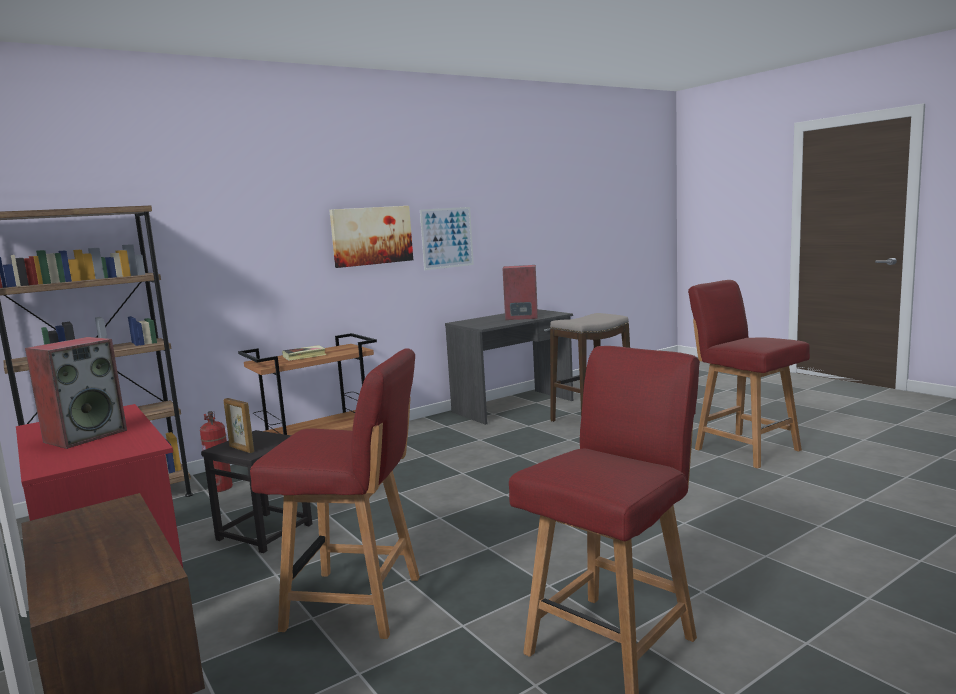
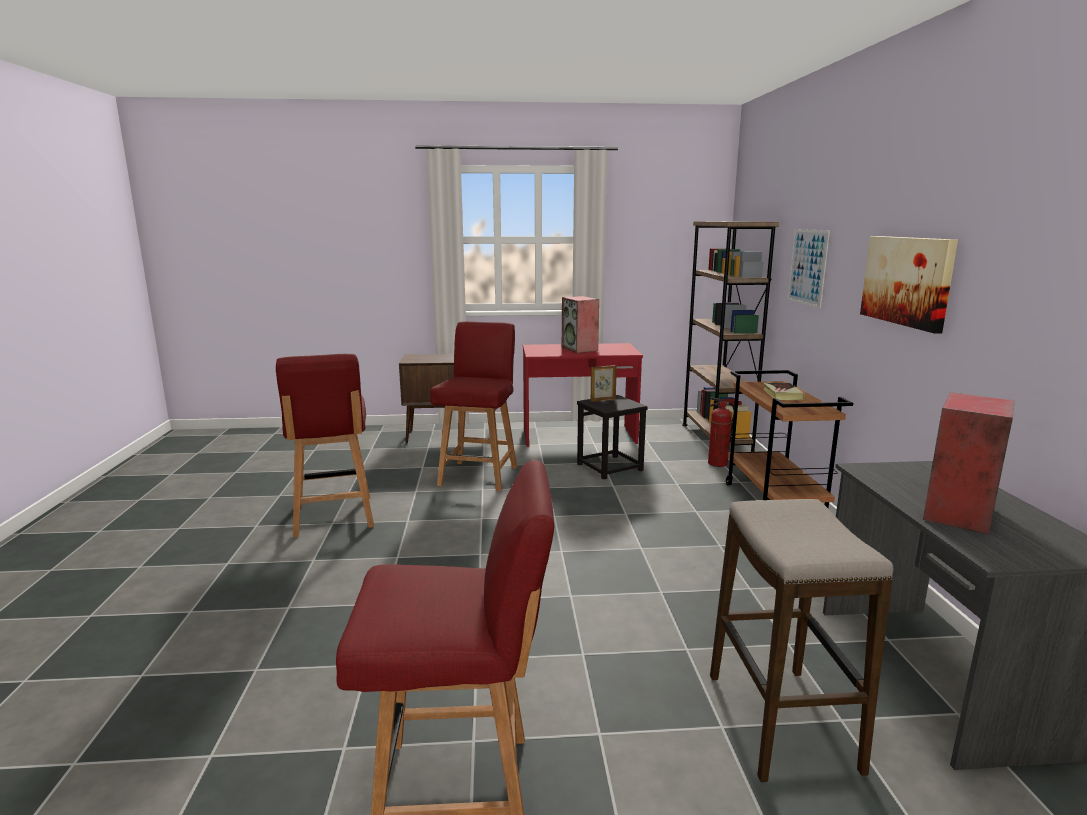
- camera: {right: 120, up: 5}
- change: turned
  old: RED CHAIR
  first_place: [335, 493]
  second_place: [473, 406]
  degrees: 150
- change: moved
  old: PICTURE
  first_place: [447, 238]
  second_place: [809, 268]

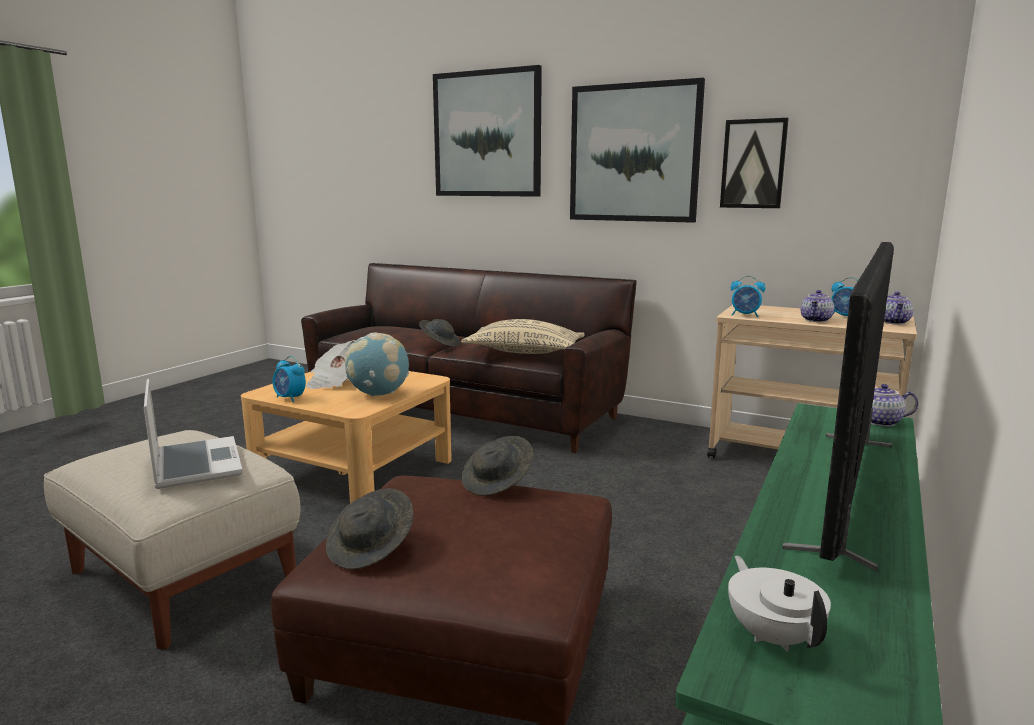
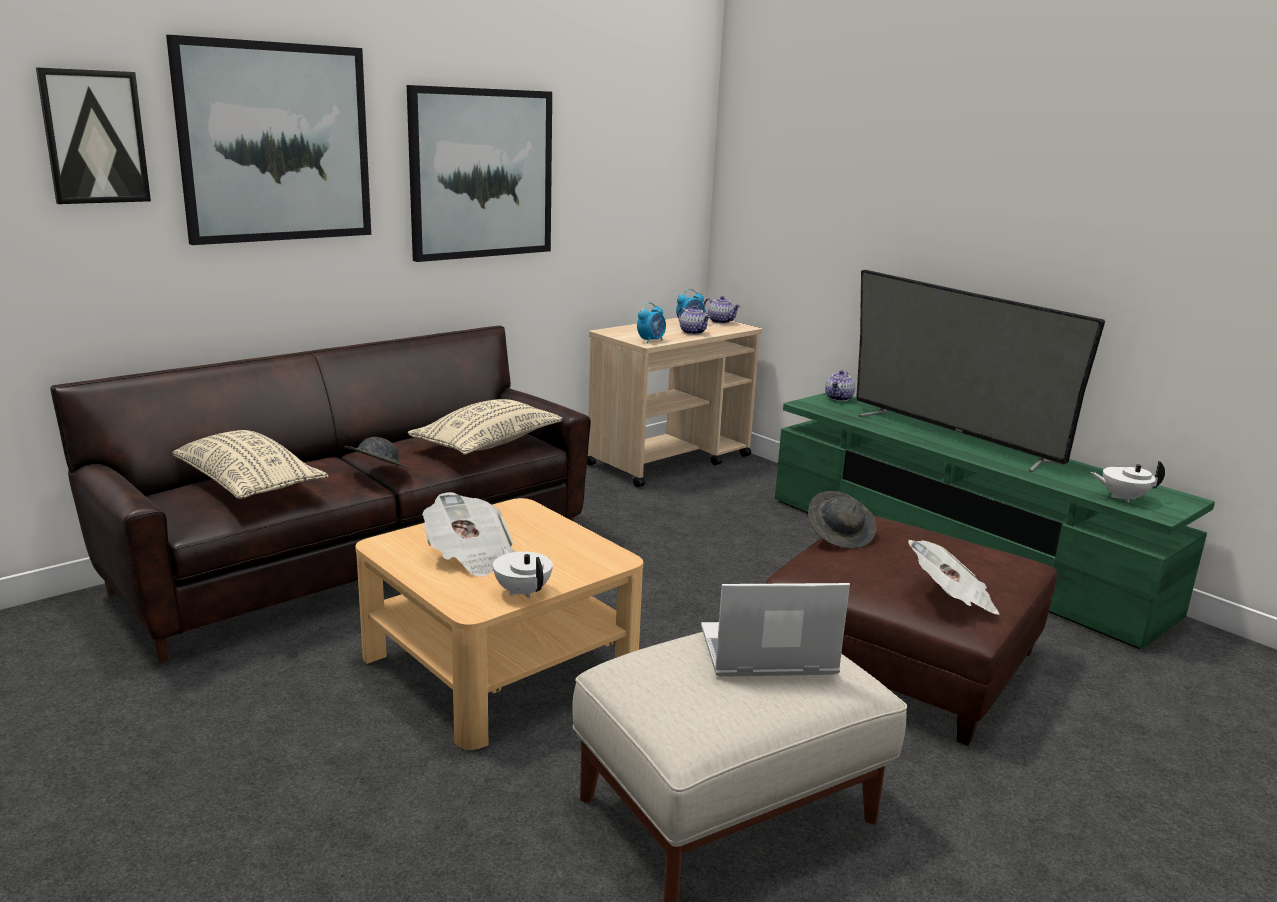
- camera: {right: -70, up: 5}
- change: replaced
  old: TABLE CLOCK
  new: WHITISH POT FOR TEA
  first_place: [289, 379]
  second_place: [523, 572]
- change: replaced
  old: GREYISH HAT
  new: DAILY PAPER
  first_place: [369, 528]
  second_place: [954, 577]
- change: removed
  old: DESK GLOBE
  first_place: [377, 364]
- change: moved
  old: PICTURE
  first_place: [754, 163]
  second_place: [93, 136]
- change: added
  new: SAND-COLOURED CUSHION
  second_place: [250, 464]

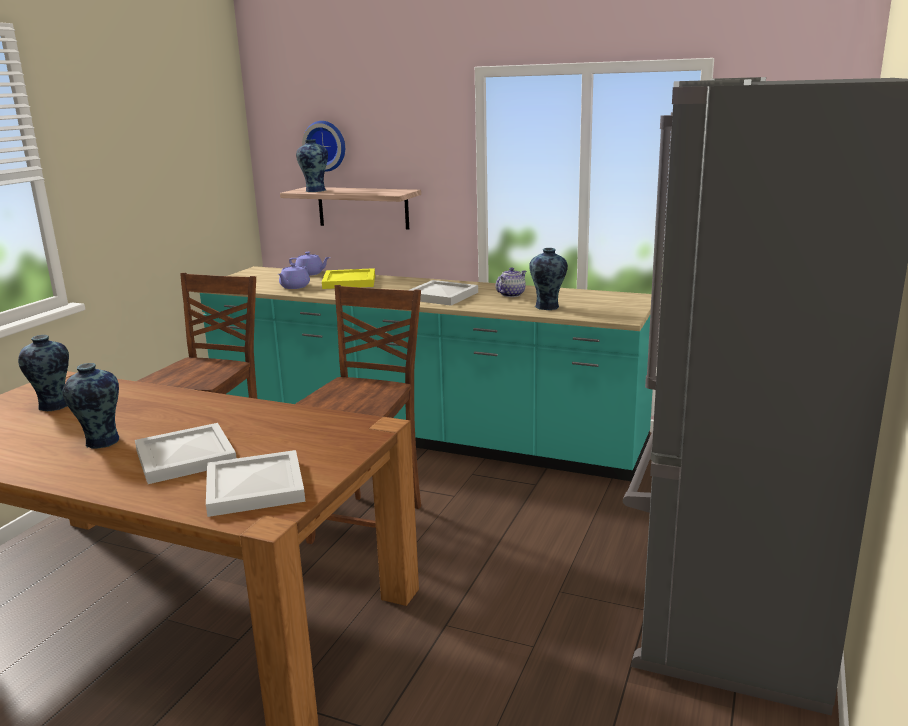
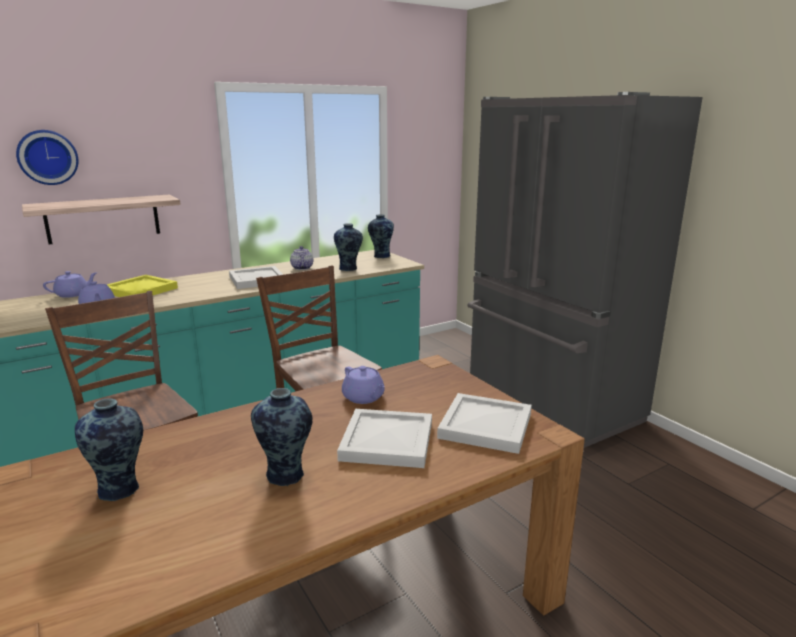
- camera: {right: -55, up: 0}
- change: moved
  old: DECORATIVE VASE
  first_place: [312, 165]
  second_place: [381, 236]
- change: added
  new: PURPLE-COLOURED POT FOR TEA
  second_place: [363, 385]

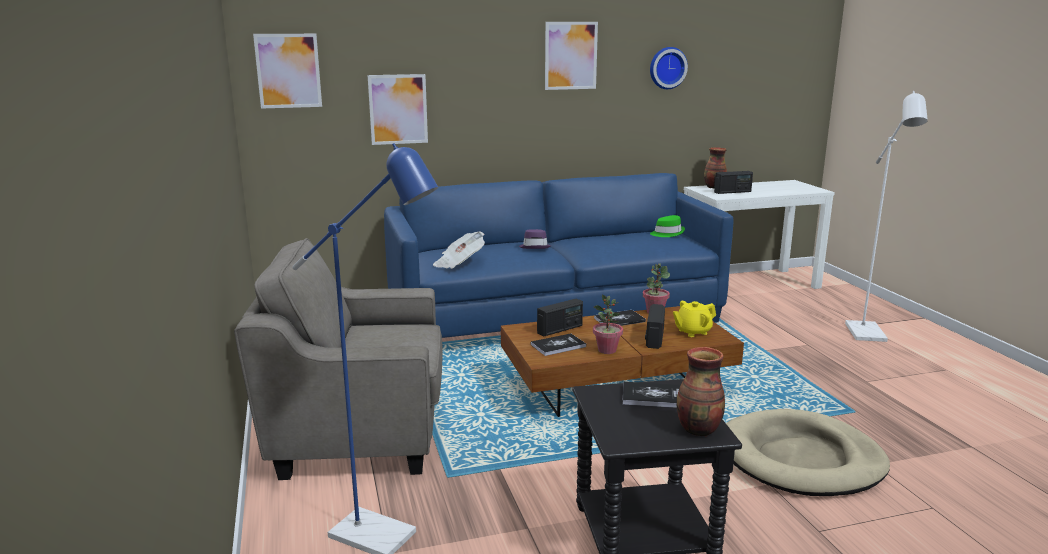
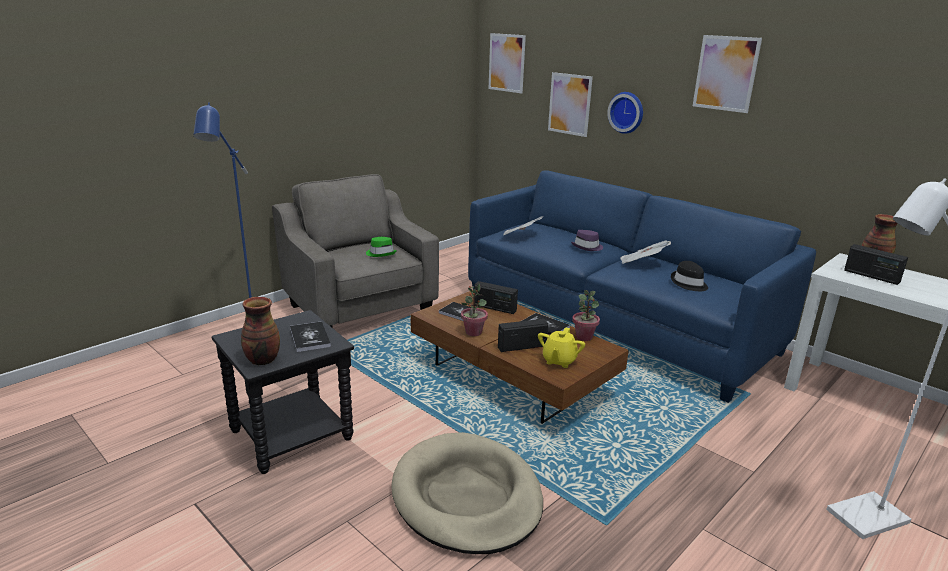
- camera: {right: 60, up: 5}
- change: moved
  old: WALL CLOCK
  first_place: [669, 68]
  second_place: [625, 113]
- change: moved
  old: GREEN-COLOURED HAT
  first_place: [667, 226]
  second_place: [381, 247]
- change: turned
  old: YELLOW POT FOR TEA
  first_place: [694, 319]
  second_place: [561, 347]
  degrees: -105
- change: added
  new: DAILY PAPER
  second_place: [646, 252]
- change: added
  new: BLACKISH HAT
  second_place: [689, 276]

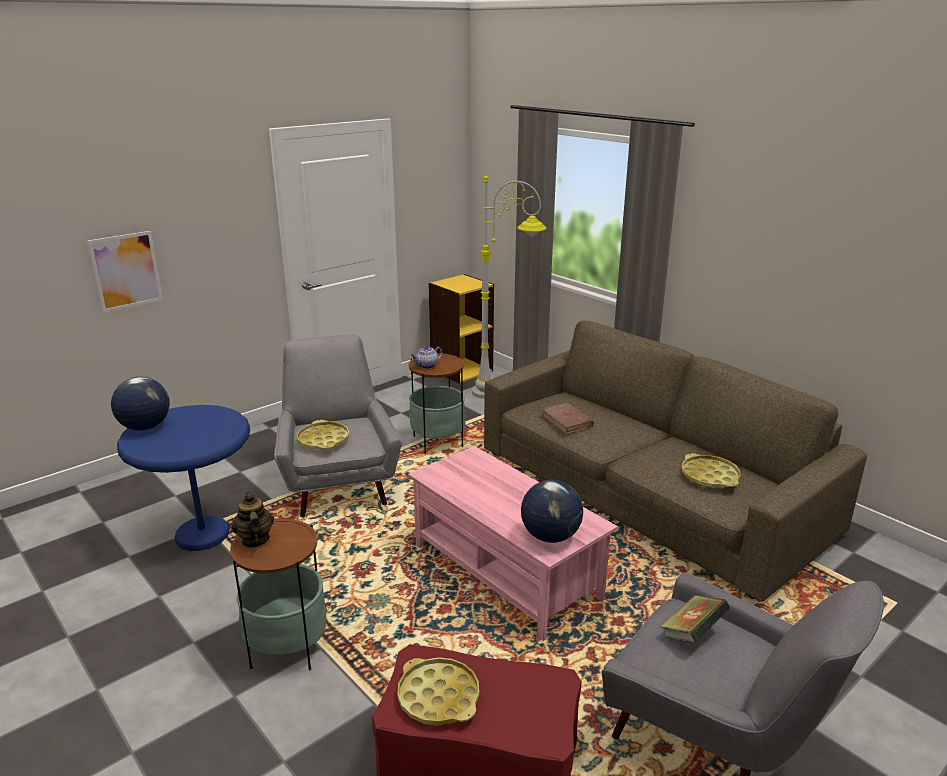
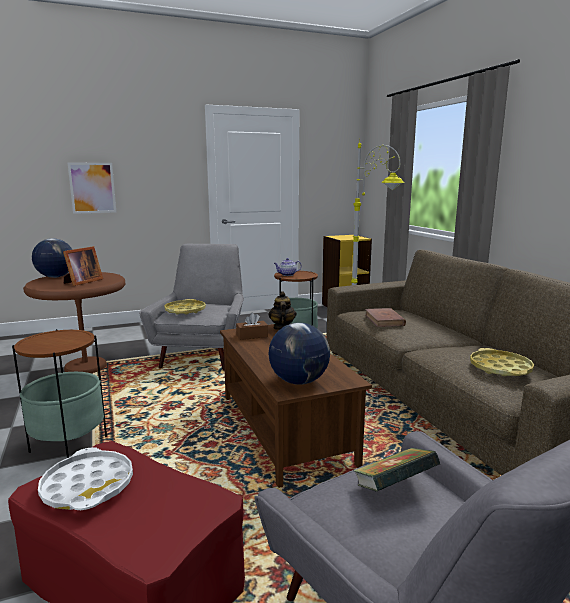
- camera: {right: 20, up: -10}
- change: recoloured
  old: BLUE END TABLE
  new: BROWN END TABLE
  first_place: [183, 478]
  second_place: [74, 323]
- change: moved
  old: POT FOR TEA
  first_place: [253, 520]
  second_place: [282, 310]
- change: recoloured
  old: YELLOW CARRYING TRAY
  new: WHITISH CARRYING TRAY
  first_place: [438, 691]
  second_place: [85, 478]
- change: recoloured
  old: PINK-COLOURED COFFEE TABLE
  new: BROWN COFFEE TABLE
  first_place: [513, 543]
  second_place: [296, 406]
- change: added
  new: STANDING FRAME
  second_place: [83, 266]
- change: added
  new: BROWN BOX OF TISSUES
  second_place: [252, 326]

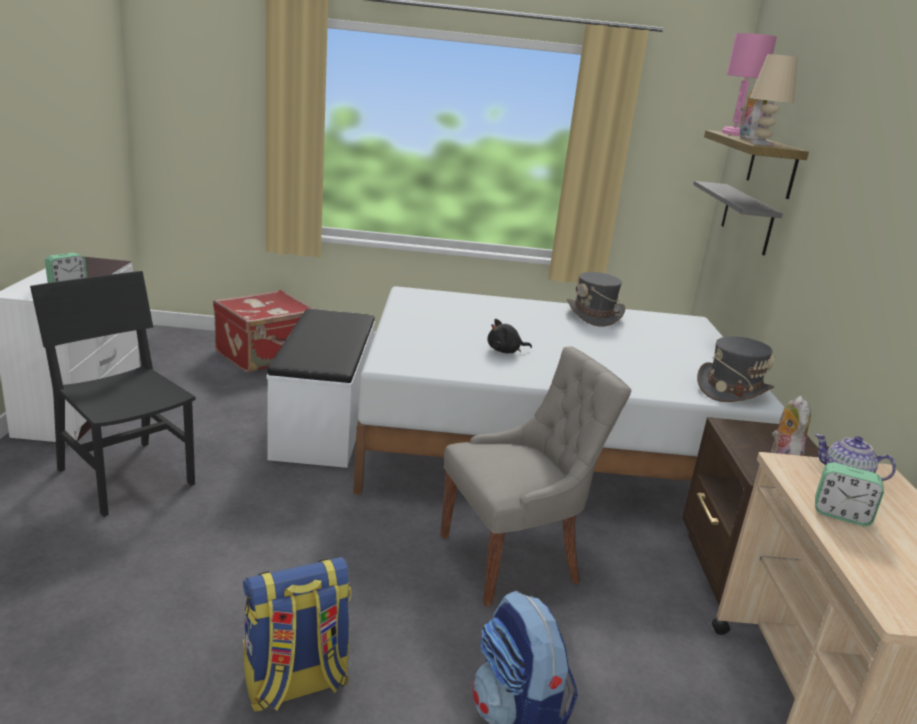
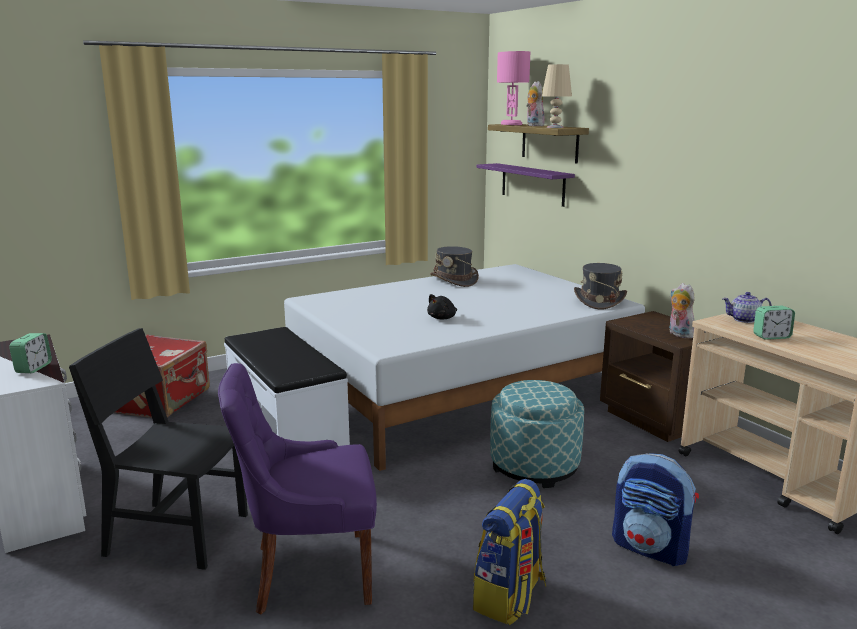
- camera: {right: -30, up: -5}
- change: replaced
  old: GREYISH CHAIR
  new: POUFFE
  first_place: [535, 476]
  second_place: [537, 434]
- change: recoloured
  old: GREYISH WALL SHELF
  new: PURPLE-COLOURED WALL SHELF
  first_place: [738, 218]
  second_place: [525, 185]
- change: added
  new: PURPLE-COLOURED CHAIR
  second_place: [297, 488]

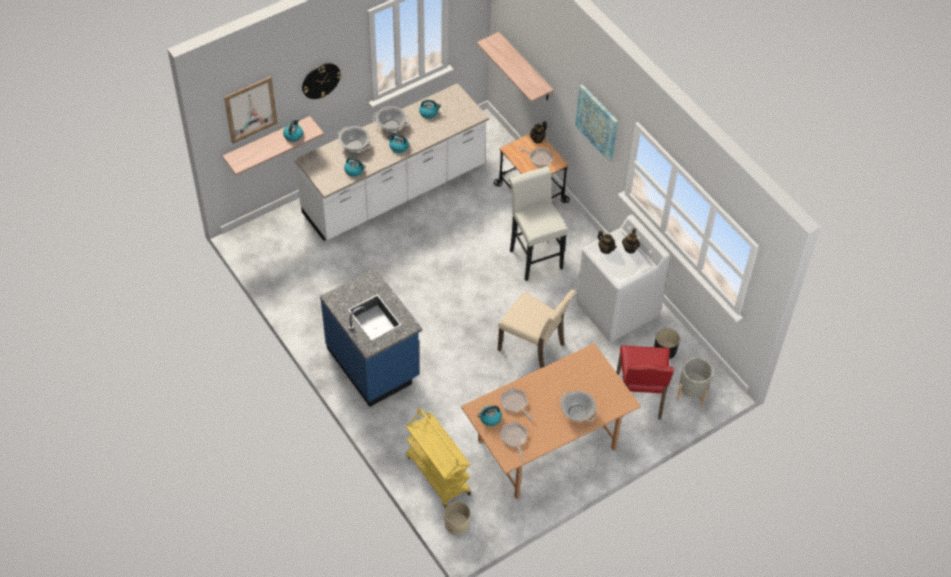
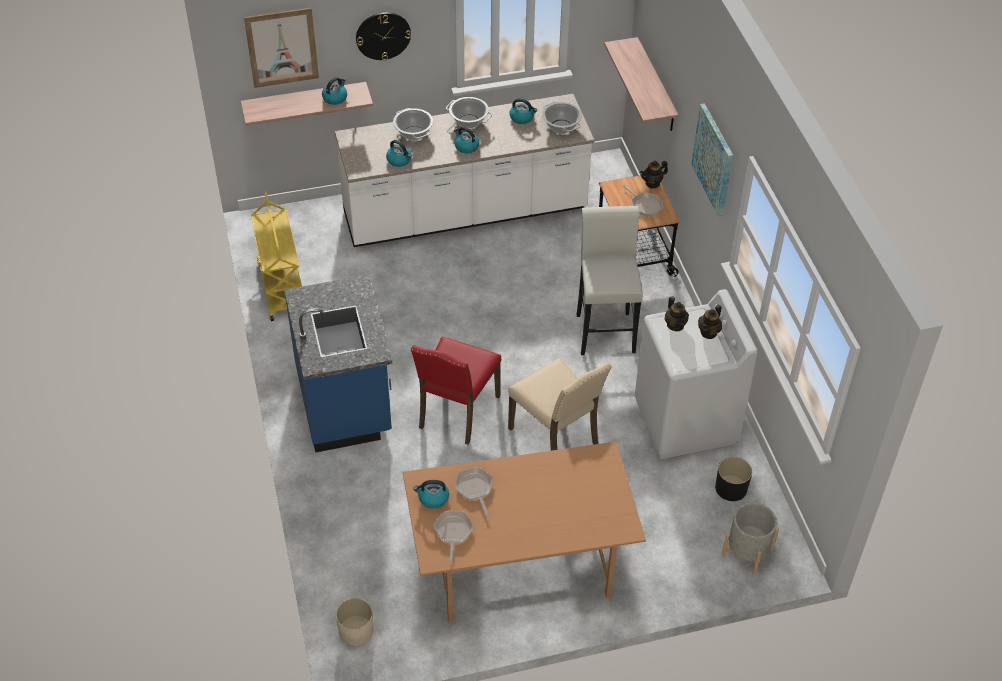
- camera: {right: 20, up: -5}
- change: moved
  old: YELLOW TROLLEY
  first_place: [438, 457]
  second_place: [276, 256]
- change: moved
  old: COOKING POT
  first_place: [578, 406]
  second_place: [562, 118]
- change: moved
  old: RED CHAIR
  first_place: [645, 382]
  second_place: [456, 390]

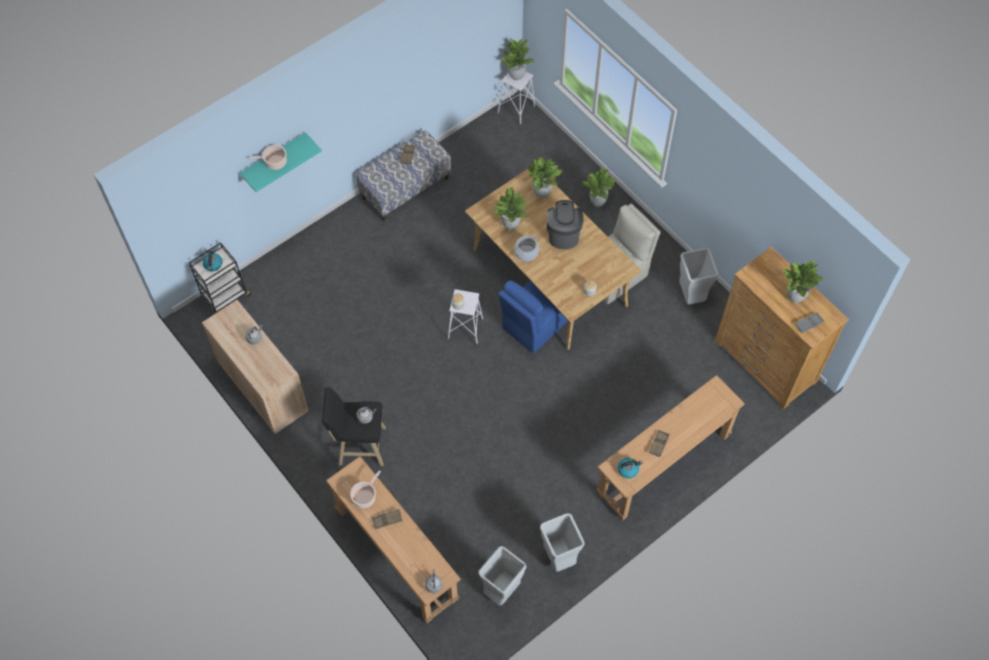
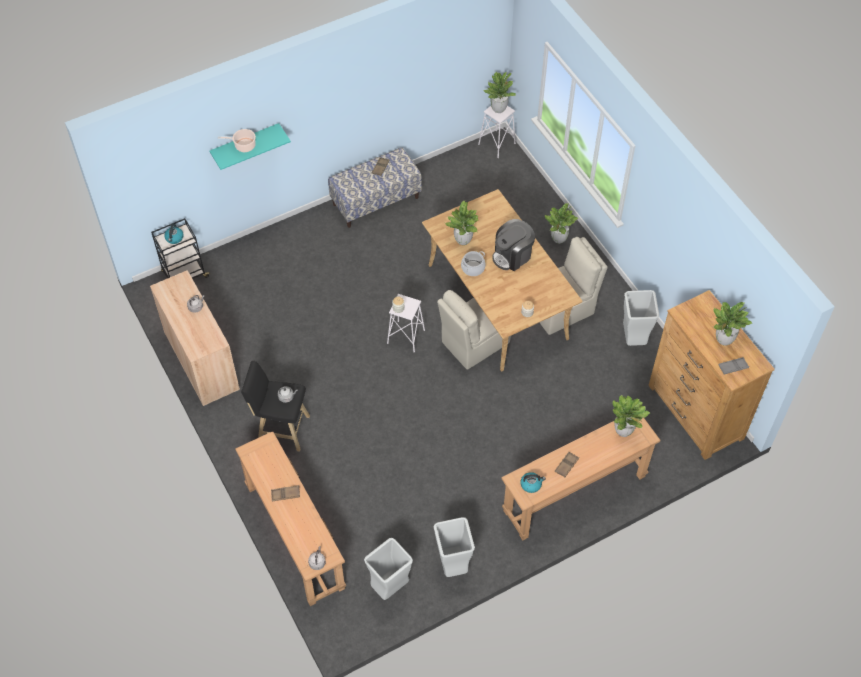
- camera: {right: 10, up: -5}
- change: removed
  old: COOKING POT
  first_place: [365, 489]
- change: recoloured
  old: BLUE CHAIR
  new: SAND-COLOURED CHAIR
  first_place: [533, 317]
  second_place: [474, 330]
- change: moved
  old: POTTED PLANT
  first_place: [545, 177]
  second_place: [631, 416]
- change: turned
  old: COFFEE BREWER
  first_place: [565, 224]
  second_place: [513, 245]
  degrees: -135

